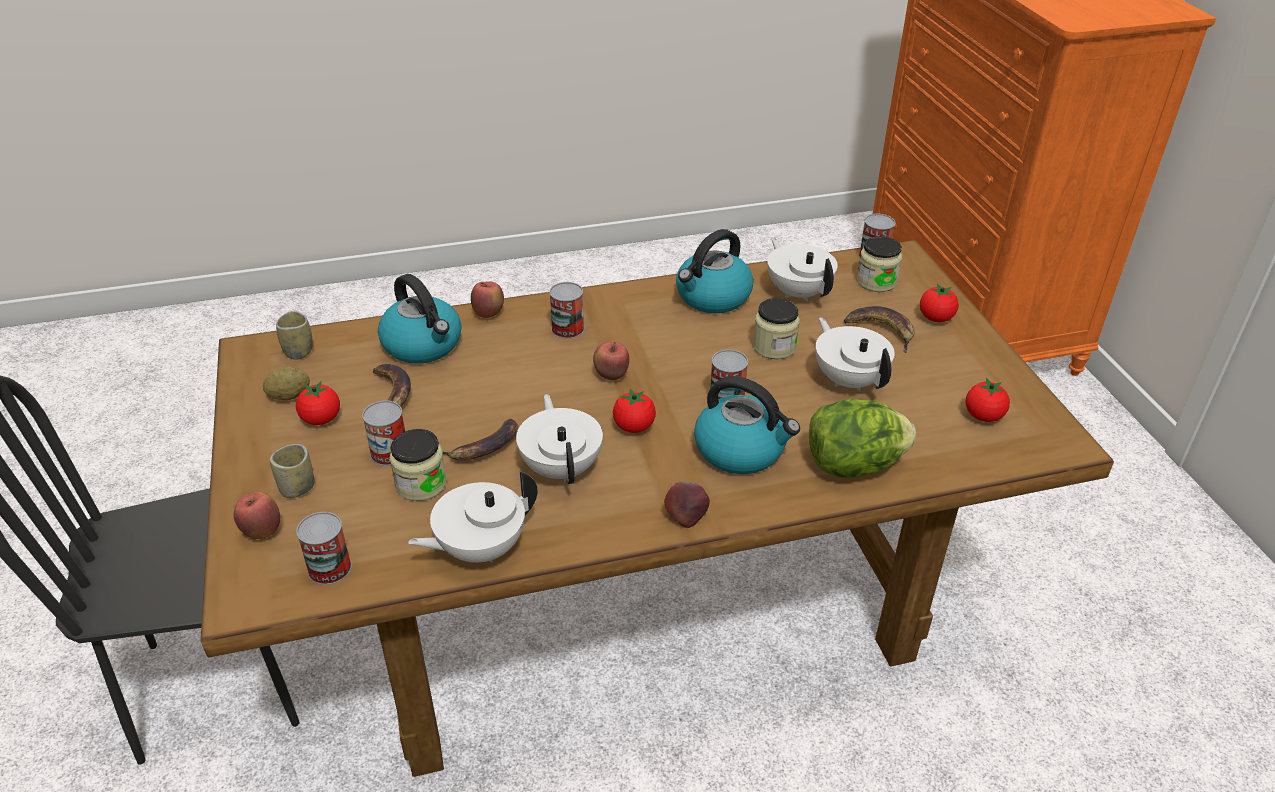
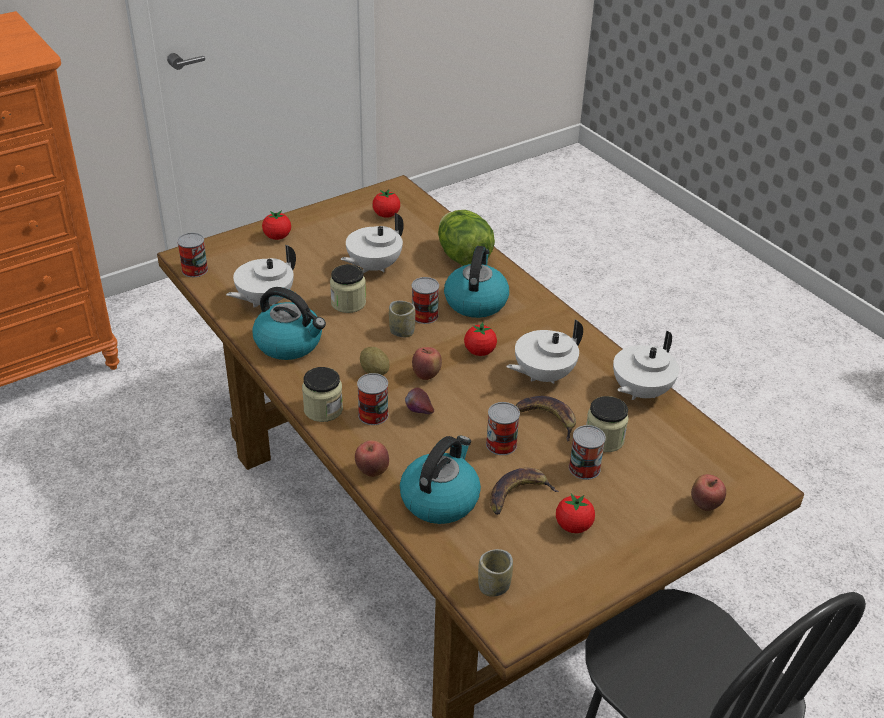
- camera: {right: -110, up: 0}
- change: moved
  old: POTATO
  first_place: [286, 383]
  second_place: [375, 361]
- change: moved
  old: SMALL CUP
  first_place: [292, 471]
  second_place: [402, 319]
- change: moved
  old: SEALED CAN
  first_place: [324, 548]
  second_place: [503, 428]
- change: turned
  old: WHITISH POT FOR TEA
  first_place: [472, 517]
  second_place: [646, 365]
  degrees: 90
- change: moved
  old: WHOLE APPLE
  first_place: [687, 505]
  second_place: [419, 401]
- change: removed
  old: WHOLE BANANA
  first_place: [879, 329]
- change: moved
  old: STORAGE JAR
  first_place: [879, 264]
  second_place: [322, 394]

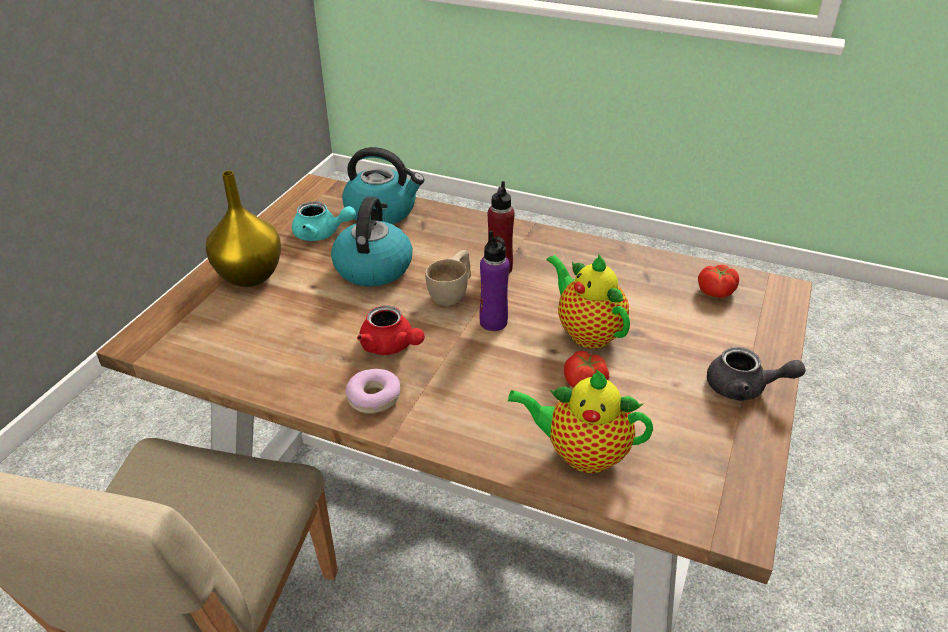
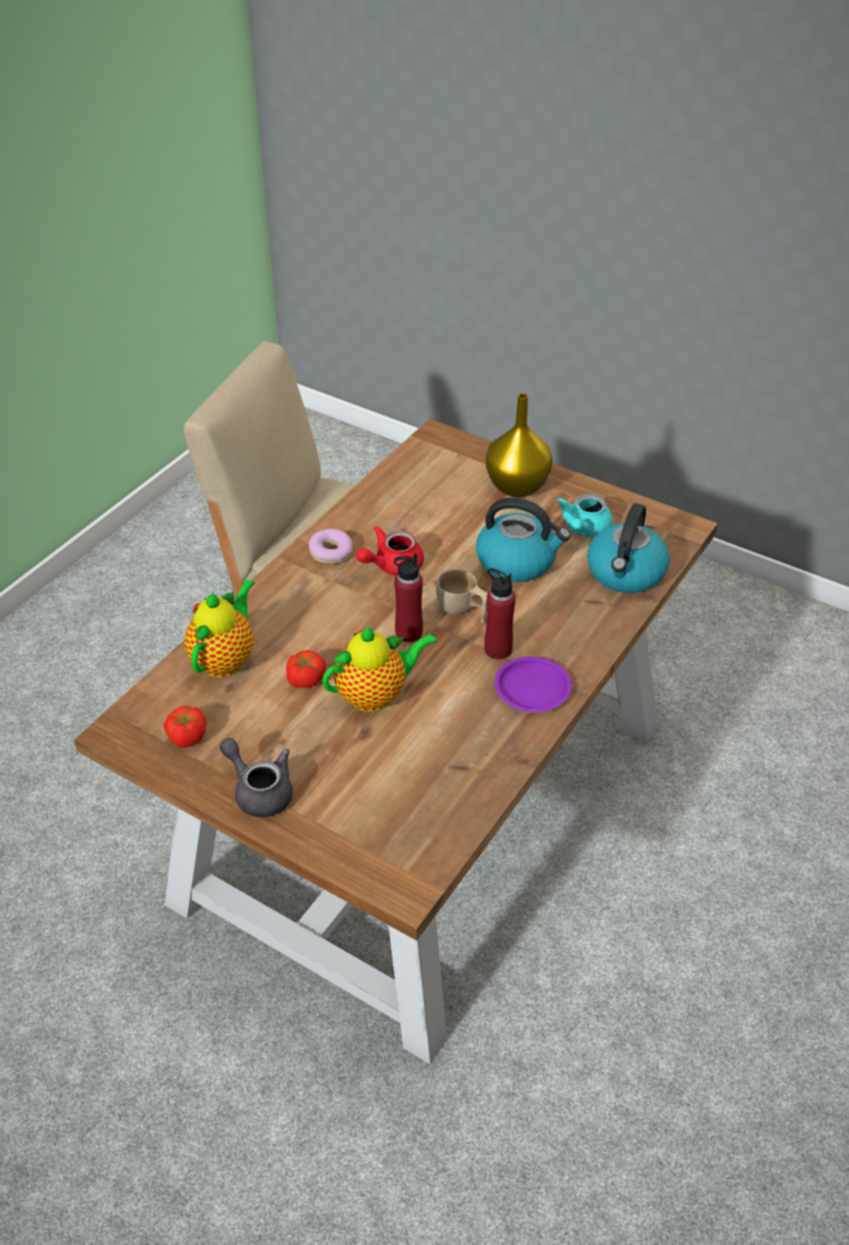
- camera: {right: 100, up: 5}
- change: recoloured
  old: PURPLE-COLOURED BOTTLE
  new: RED BOTTLE
  first_place: [494, 281]
  second_place: [408, 597]
- change: moved
  old: TOMATO
  first_place: [718, 281]
  second_place: [185, 727]
- change: turned
  old: GREYISH POT FOR TEA
  first_place: [756, 374]
  second_place: [256, 777]
  degrees: 105
- change: added
  new: PURPLE-COLOURED PLATE
  second_place: [533, 684]

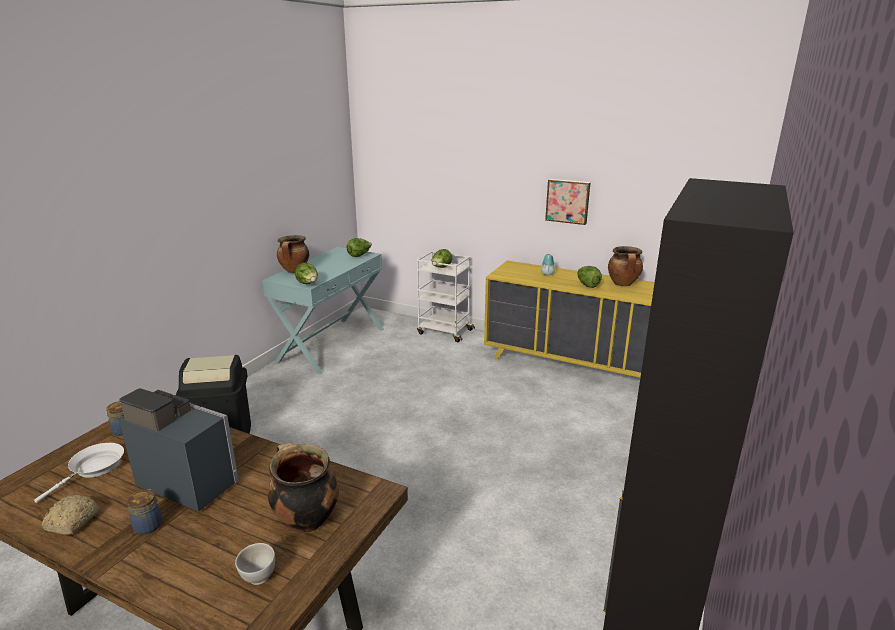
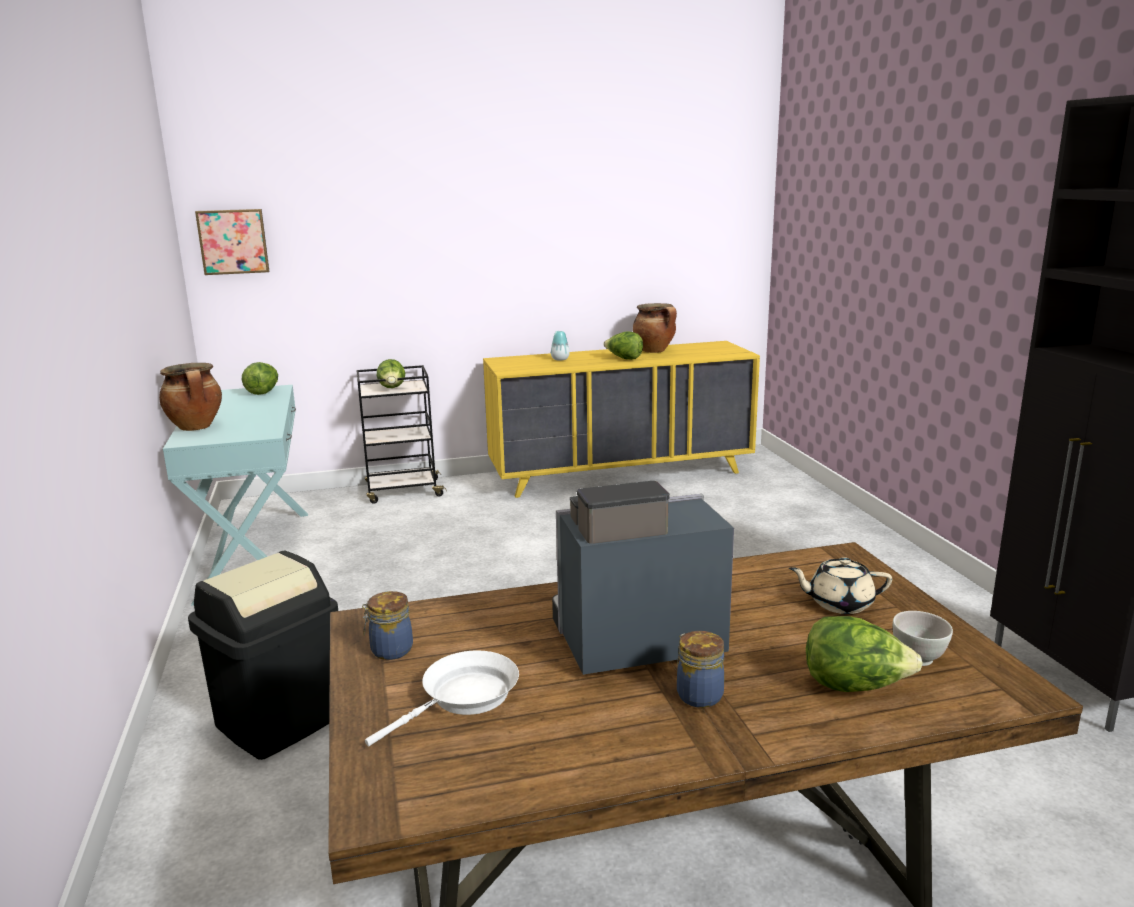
- camera: {right: -40, up: -5}
- change: turned
  old: WHITISH SKILLET
  first_place: [79, 473]
  second_place: [442, 698]
  degrees: 60
- change: removed
  old: BREAD
  first_place: [70, 515]
- change: replaced
  old: COOKING POT
  new: SAND-COLOURED POT FOR TEA
  first_place: [303, 487]
  second_place: [840, 585]
- change: moved
  old: LETTUCE
  first_place: [306, 273]
  second_place: [864, 654]
- change: recoloured
  old: WHITISH TROLLEY
  new: BLACKISH TROLLEY
  first_place: [446, 296]
  second_place: [401, 434]
- change: moved
  old: PICTURE
  first_place: [568, 202]
  second_place: [232, 242]

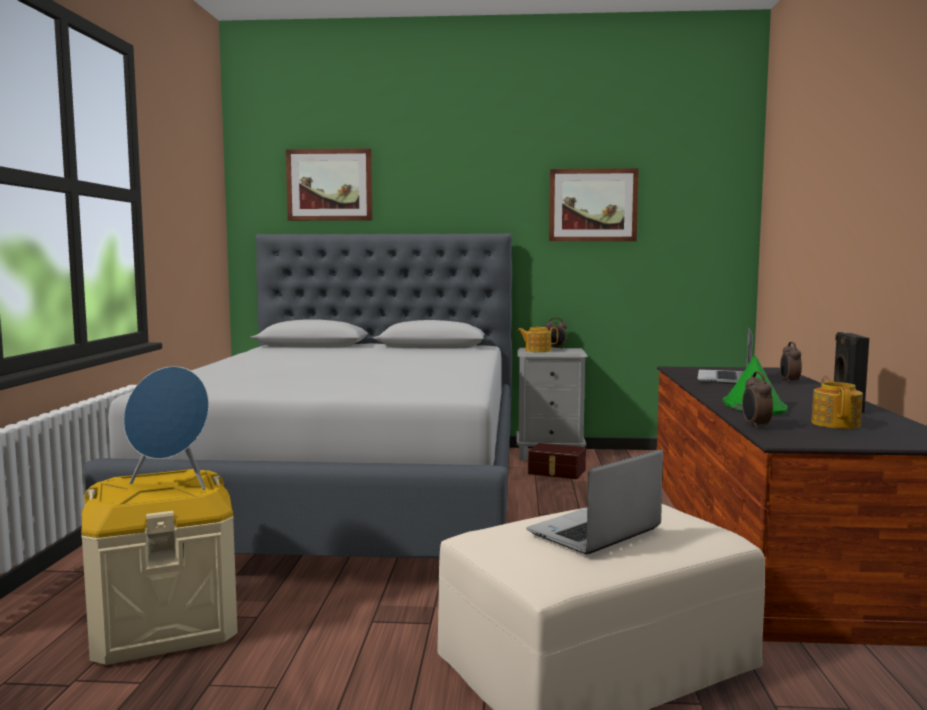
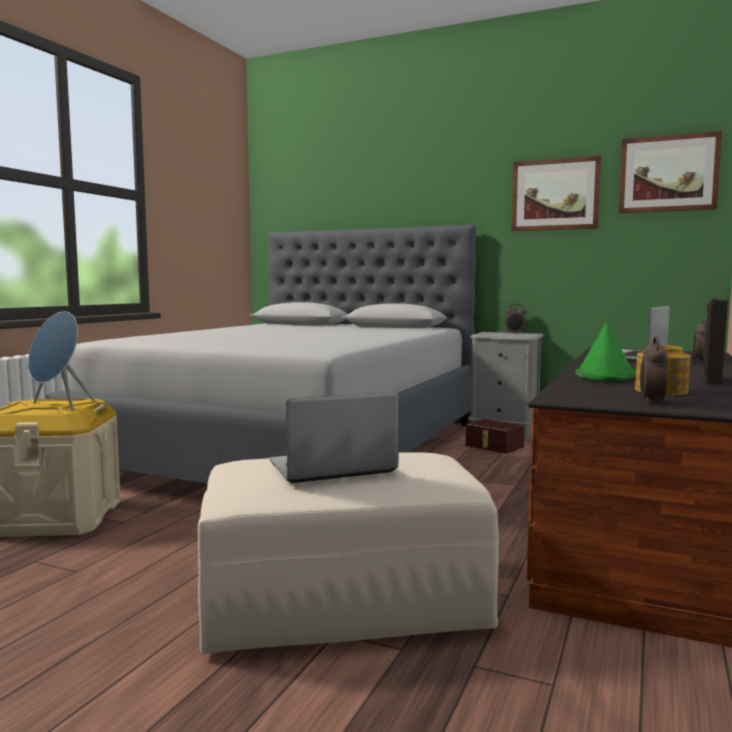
- camera: {right: 20, up: 0}
- change: moved
  old: PICTURE
  first_place: [329, 184]
  second_place: [670, 172]
- change: removed
  old: POT FOR TEA
  first_place: [537, 339]
- change: moved
  old: TABLE CLOCK
  first_place: [757, 400]
  second_place: [654, 370]

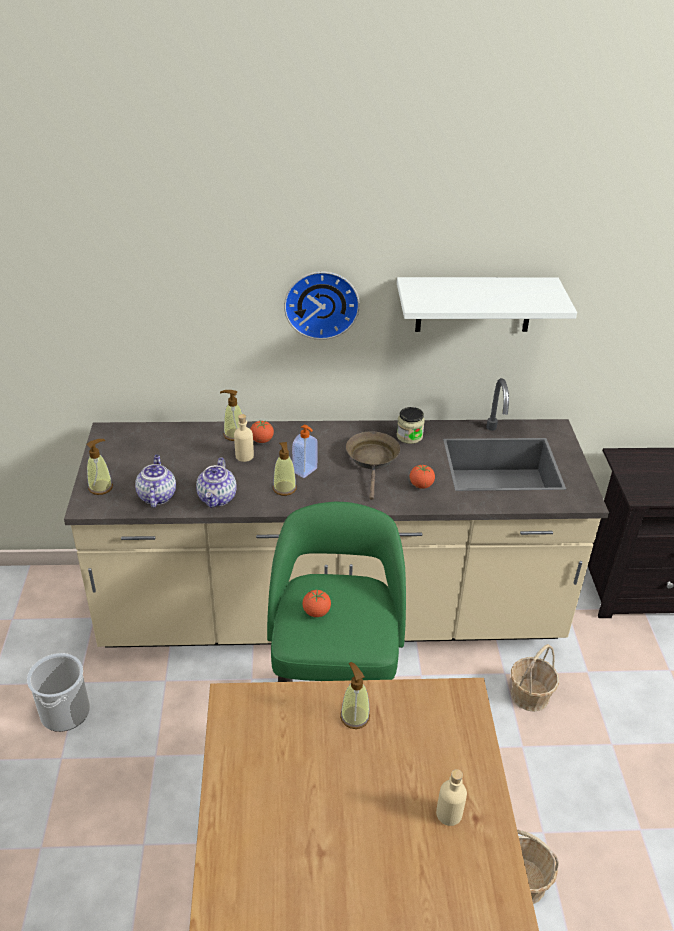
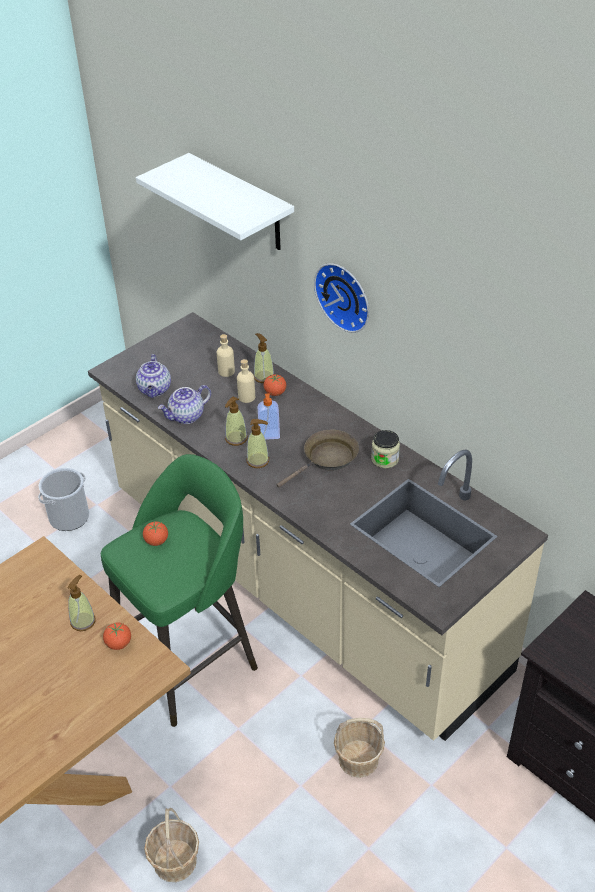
- camera: {right: 50, up: 5}
- change: moved
  old: LIQUID SOAP BOTTLE
  first_place: [99, 467]
  second_place: [258, 443]
- change: turned
  old: POT FOR TEA
  first_place: [155, 481]
  second_place: [153, 376]
  degrees: 135
- change: moved
  old: WHITISH WALL SHELF
  first_place: [487, 304]
  second_place: [215, 201]
- change: moved
  old: TOMATO
  first_place: [422, 476]
  second_place: [117, 636]
- change: moved
  old: SAND-COLOURED BOTTLE
  first_place: [451, 797]
  second_place: [226, 355]

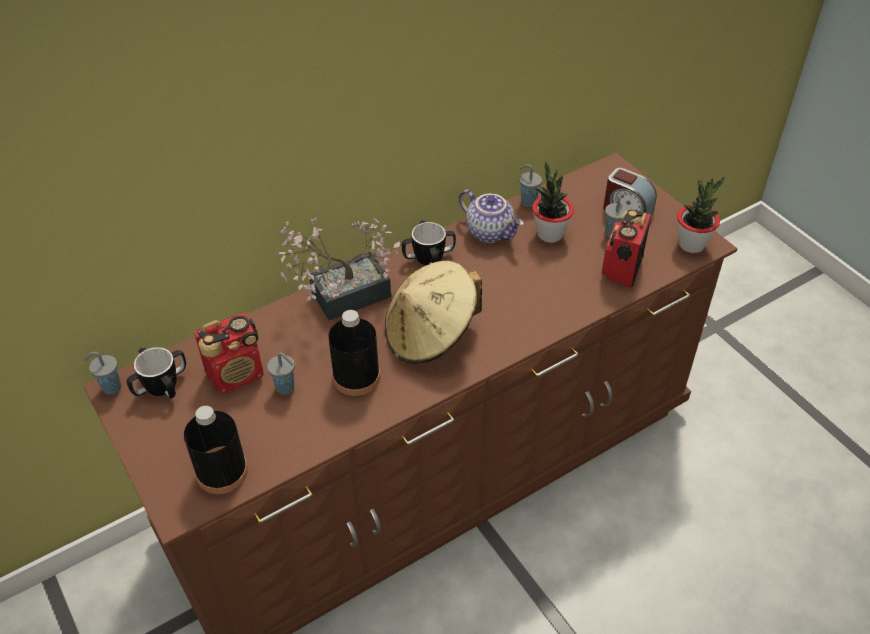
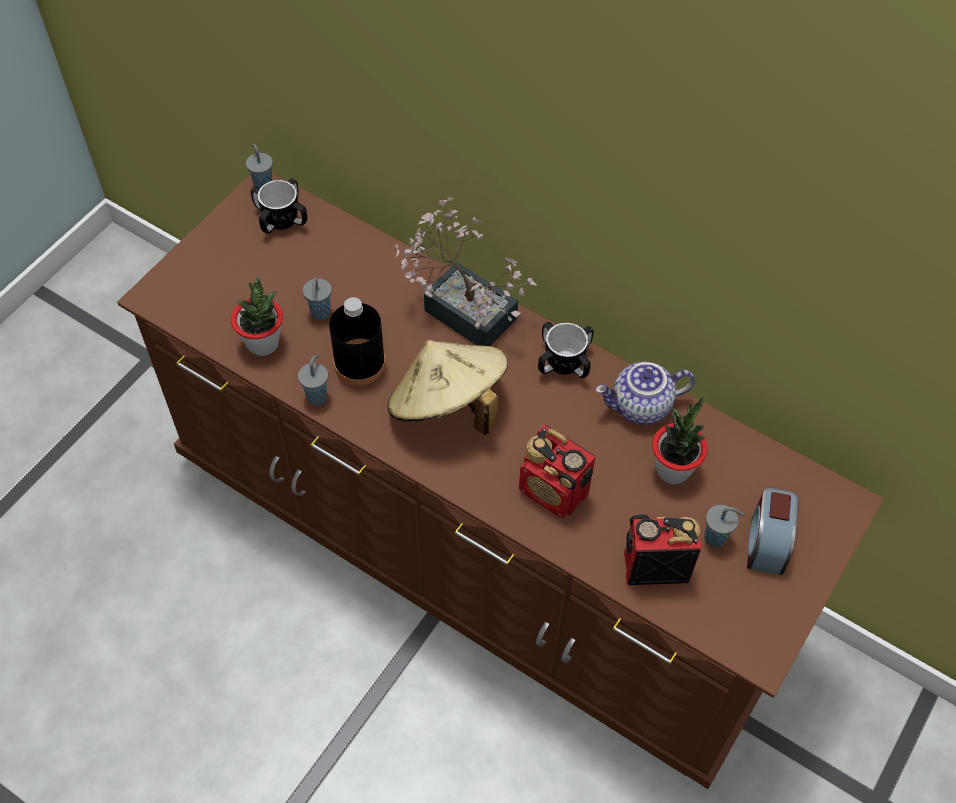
- camera: {right: 65, up: 10}
- change: removed
  old: BLACKISH BOTTLE
  first_place: [216, 450]
- change: moved
  old: RADIO RECEIVER
  first_place: [229, 353]
  second_place: [557, 471]
- change: turned
  old: POT FOR TEA
  first_place: [491, 216]
  second_place: [645, 393]
  degrees: 60
- change: moved
  old: GREYISH SMALL CUP
  first_place: [530, 185]
  second_place: [313, 379]
- change: moved
  old: POTTED PLANT
  first_place: [700, 215]
  second_place: [257, 316]

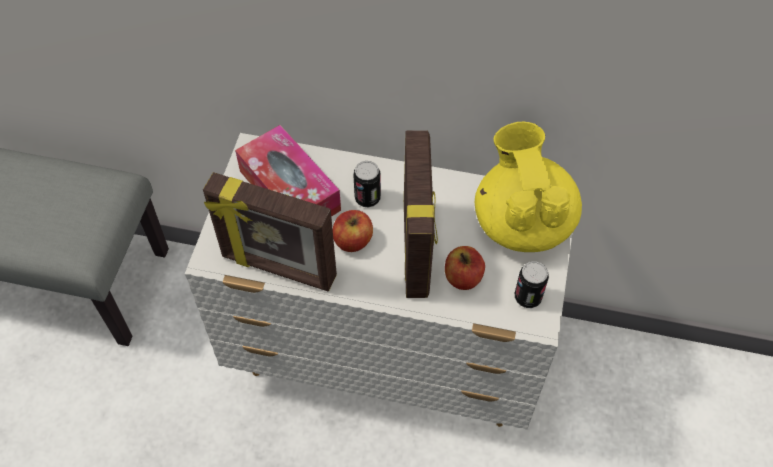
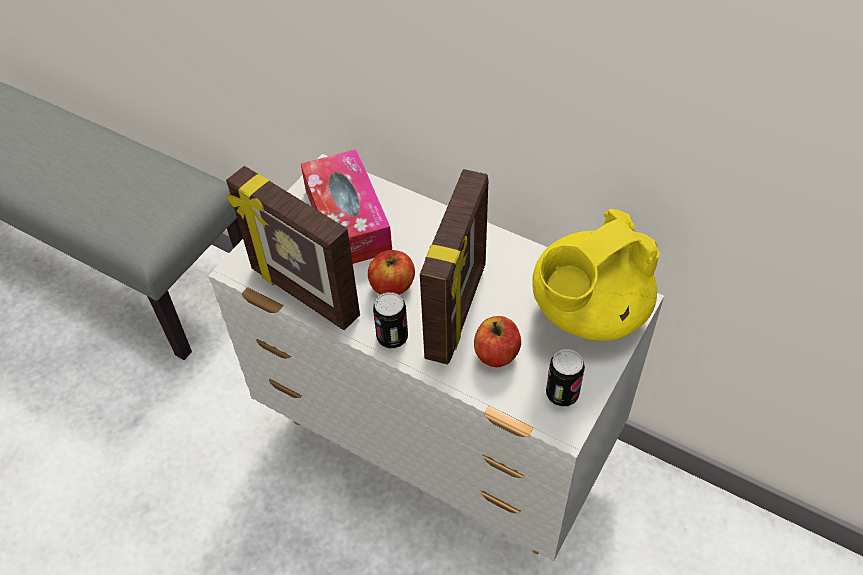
- camera: {right: 20, up: -5}
- change: moved
  old: SEALED CAN
  first_place: [367, 184]
  second_place: [390, 320]
- change: turned
  old: YELLOW POT FOR TEA
  first_place: [528, 187]
  second_place: [596, 275]
  degrees: -135

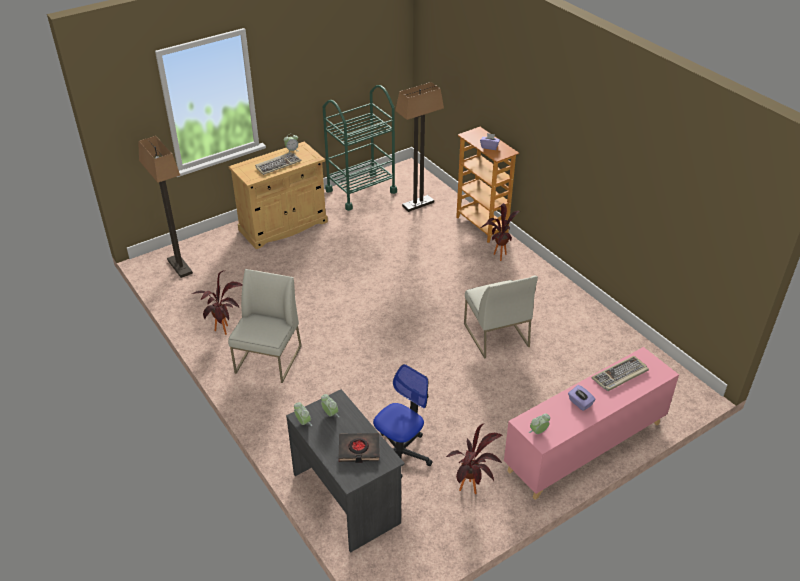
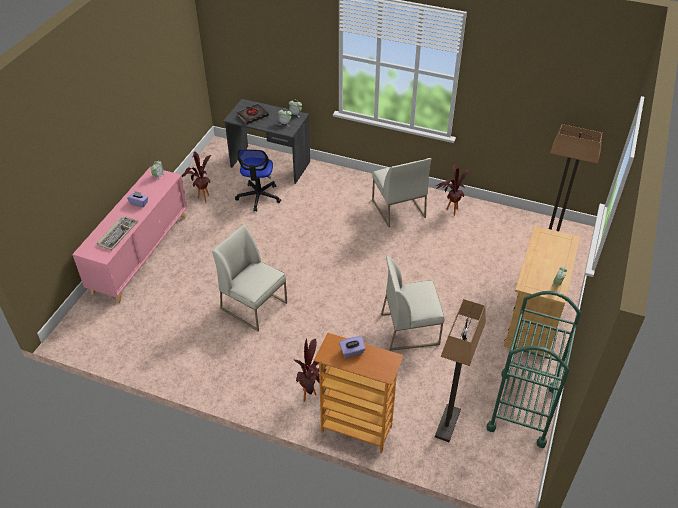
- camera: {right: 145, up: 5}
- change: removed
  old: COMPUTER KEYBOARD
  first_place: [278, 163]
- change: added
  new: WHITISH CHAIR
  second_place: [413, 303]

